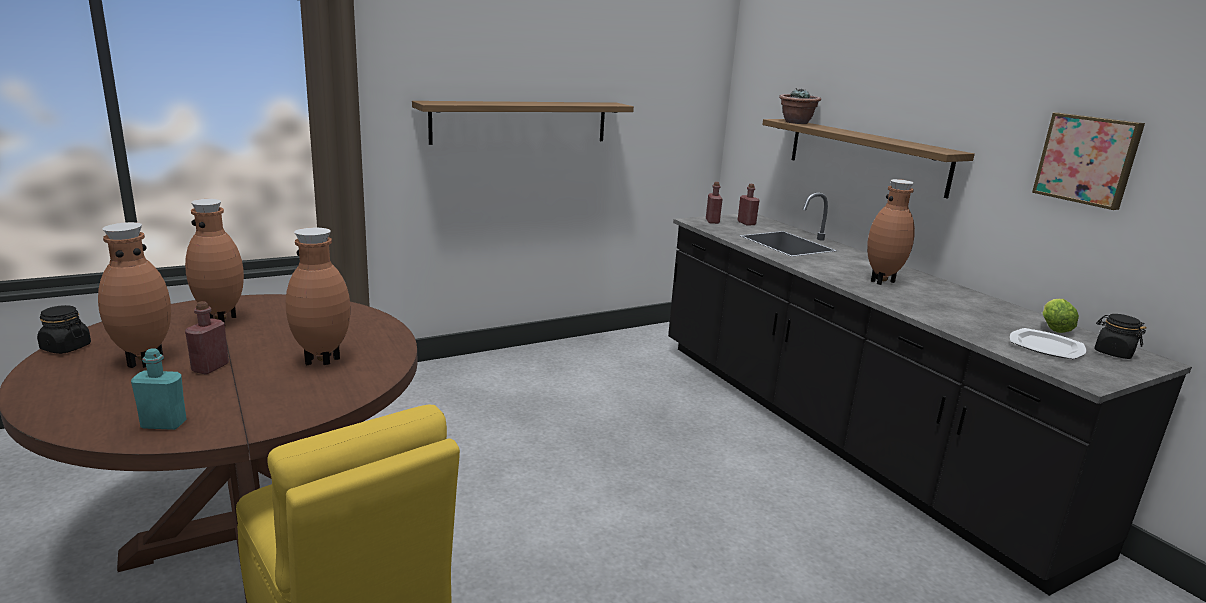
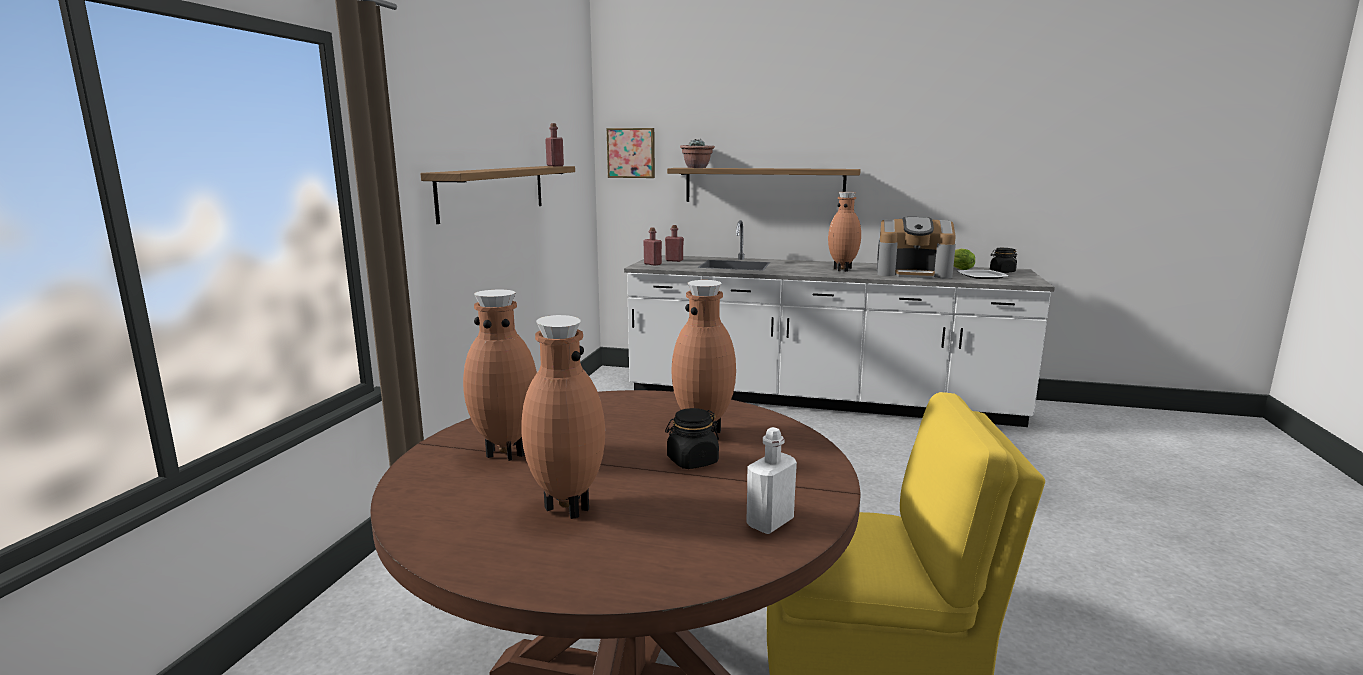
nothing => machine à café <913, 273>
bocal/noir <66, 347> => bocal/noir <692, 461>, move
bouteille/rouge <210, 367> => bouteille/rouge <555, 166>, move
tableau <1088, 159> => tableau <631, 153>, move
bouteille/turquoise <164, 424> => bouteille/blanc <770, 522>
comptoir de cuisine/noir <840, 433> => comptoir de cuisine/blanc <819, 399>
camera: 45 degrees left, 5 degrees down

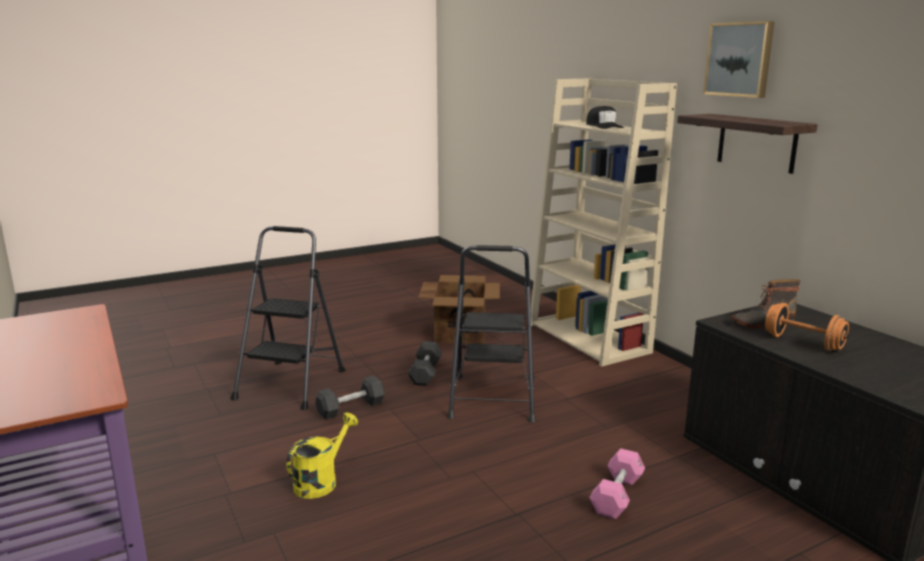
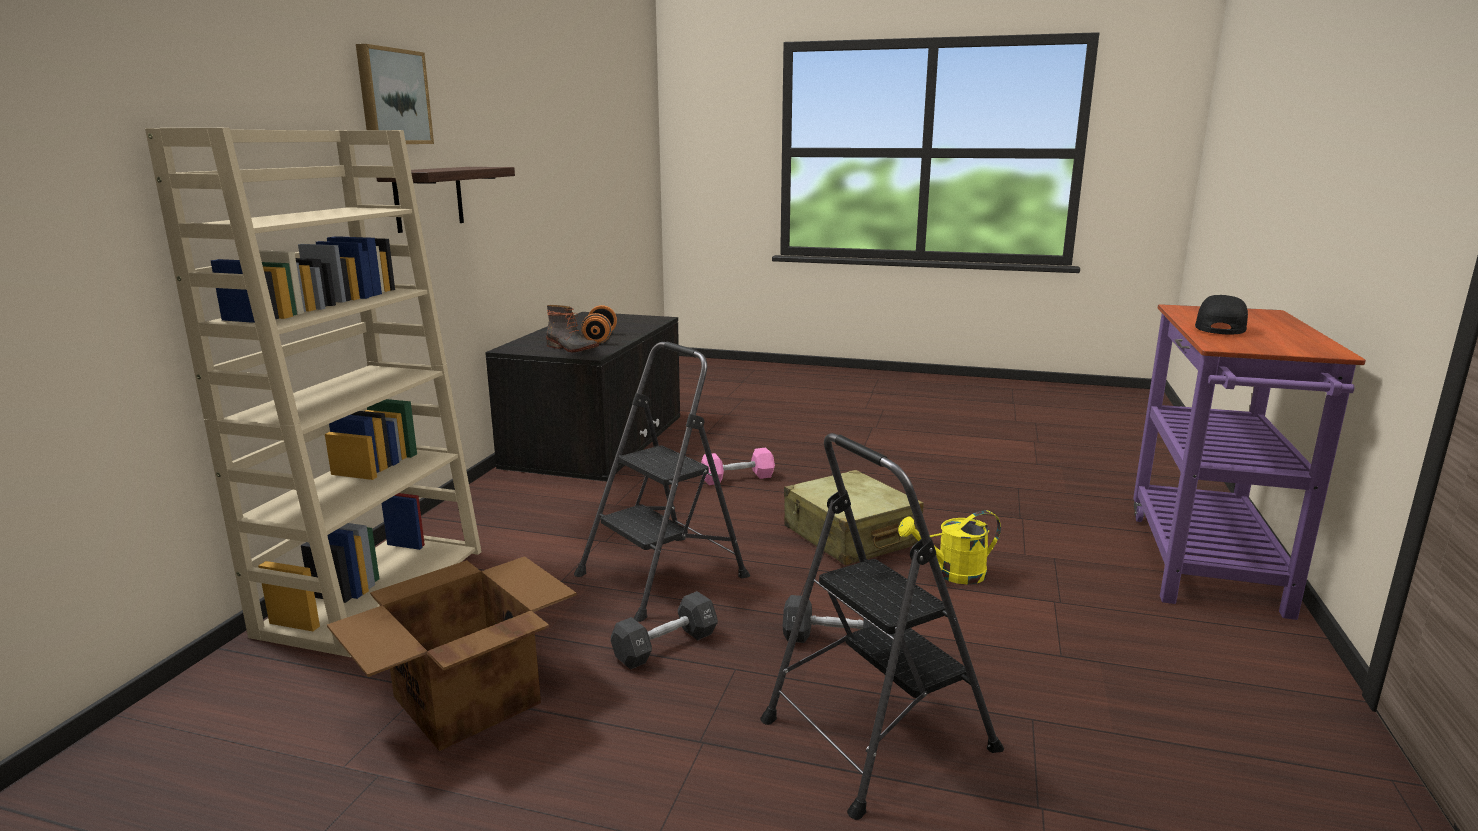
nothing => valise/beige <850, 536>
casquette/noir <604, 126> => casquette/noir <1219, 327>, move
camera: 135 degrees left, 0 degrees up

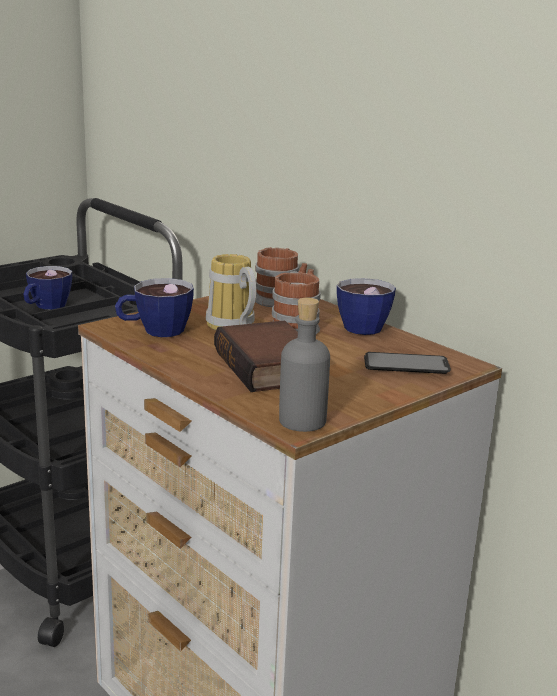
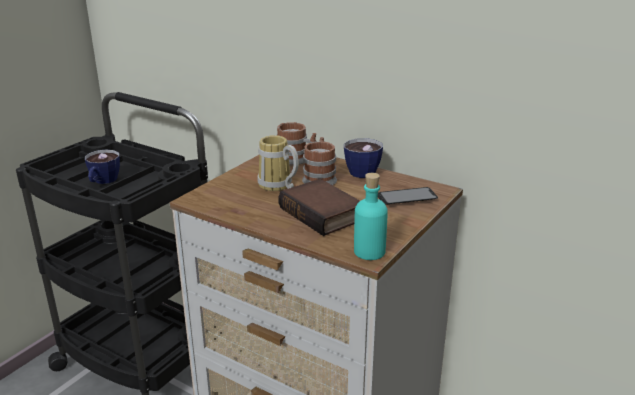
tasse <154, 331> => nothing
bouteille/gris <302, 421> => bouteille/turquoise <369, 252>
camera: 15 degrees left, 5 degrees up

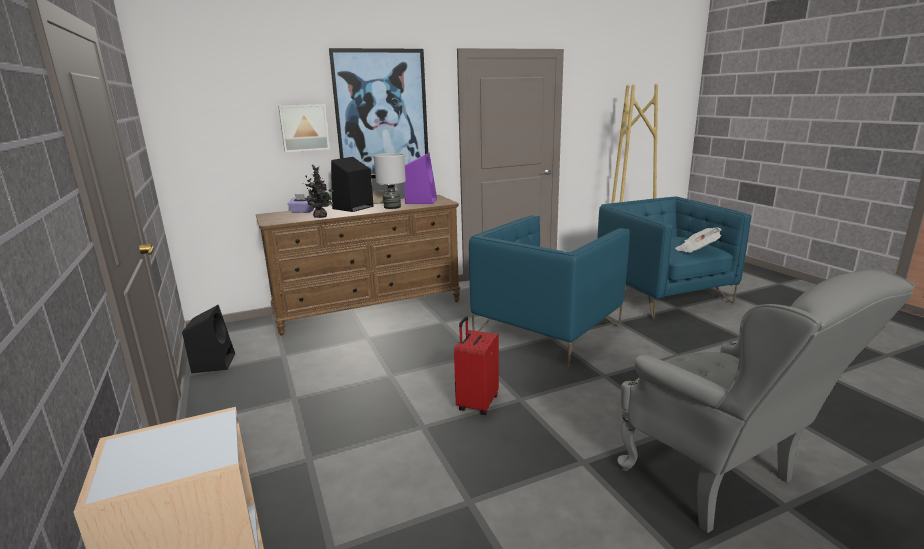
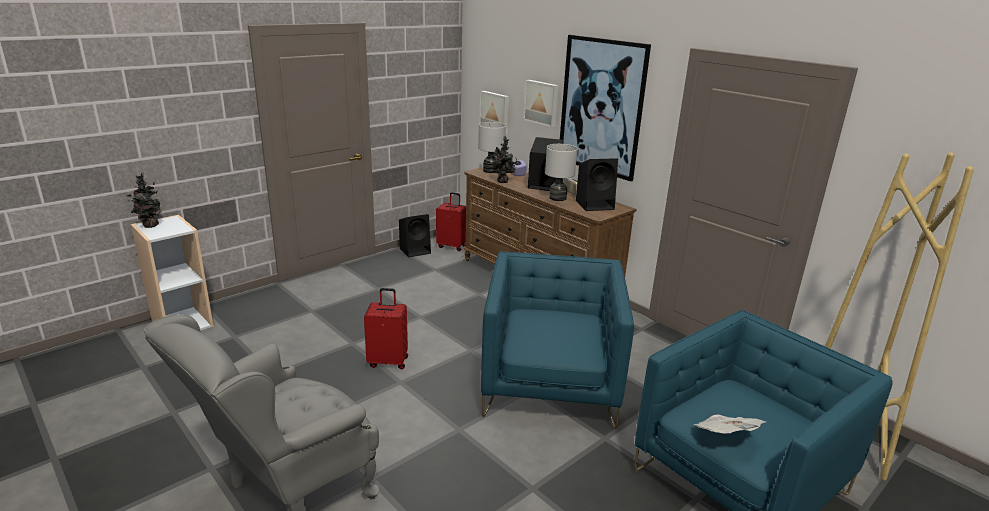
nothing => plante en pot <149, 225>
nothing => valise/rouge <452, 246>
nothing => lampe de table/gris <490, 170>
nothing => tableau <495, 112>
enceinte/violet <421, 201> => enceinte/noir <595, 205>
fauteuil/bleu <547, 329> => fauteuil/bleu <549, 385>, 75 degrees clockwise
camera: 70 degrees right, 5 degrees up

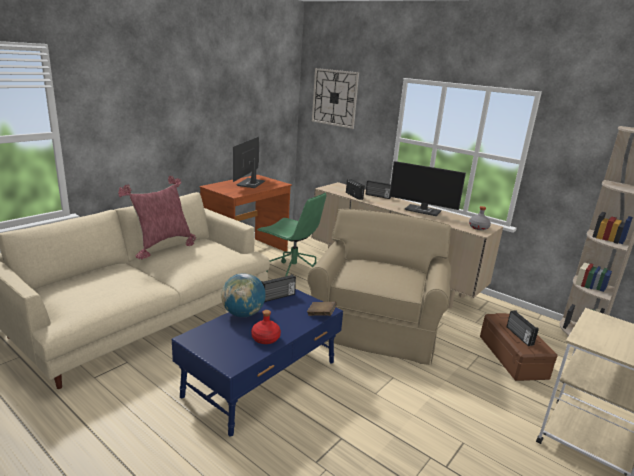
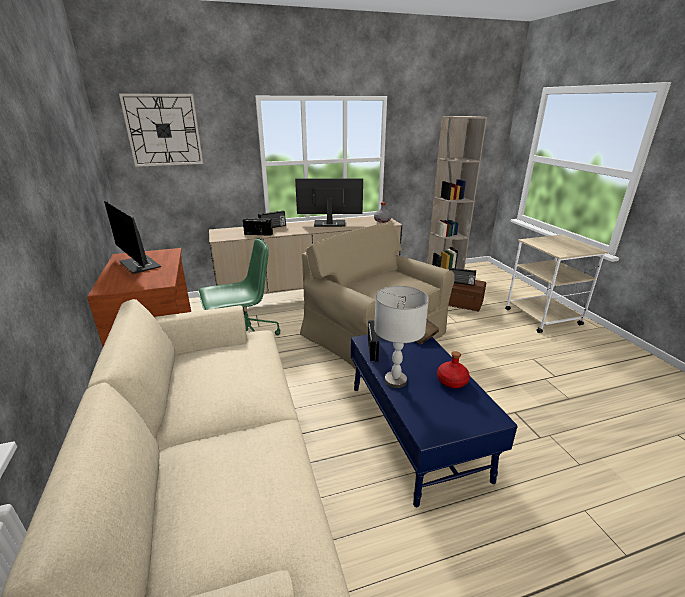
coussin/rouge <161, 249> => nothing
globe <243, 314> => lampe de table/gris <395, 381>
écran d'ordinateur <423, 210> => écran d'ordinateur <329, 224>, 150 degrees counterclockwise
camera: 55 degrees left, 5 degrees up

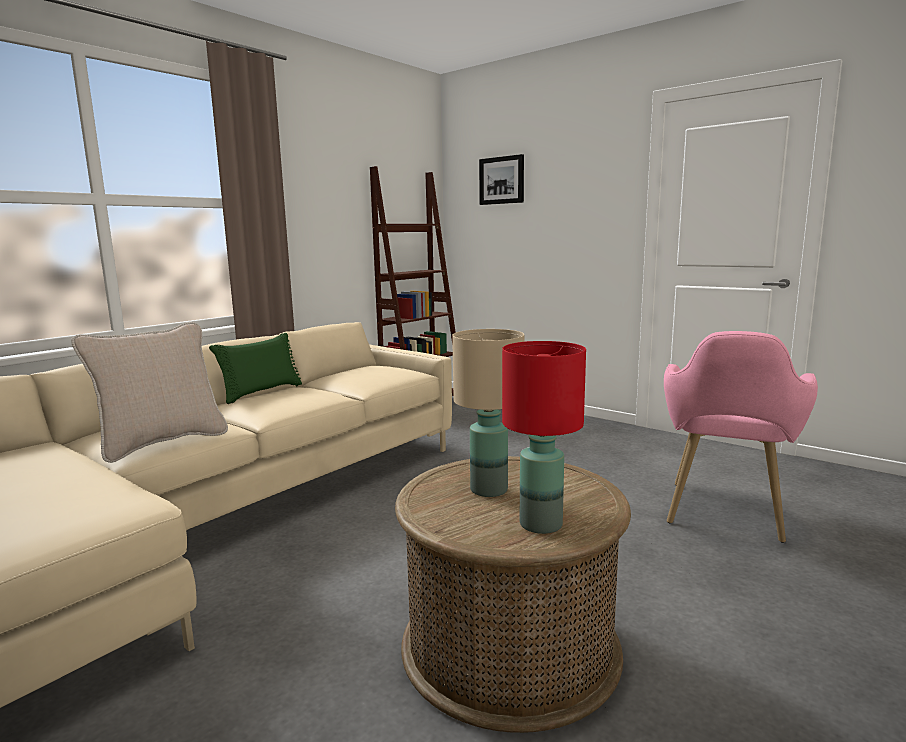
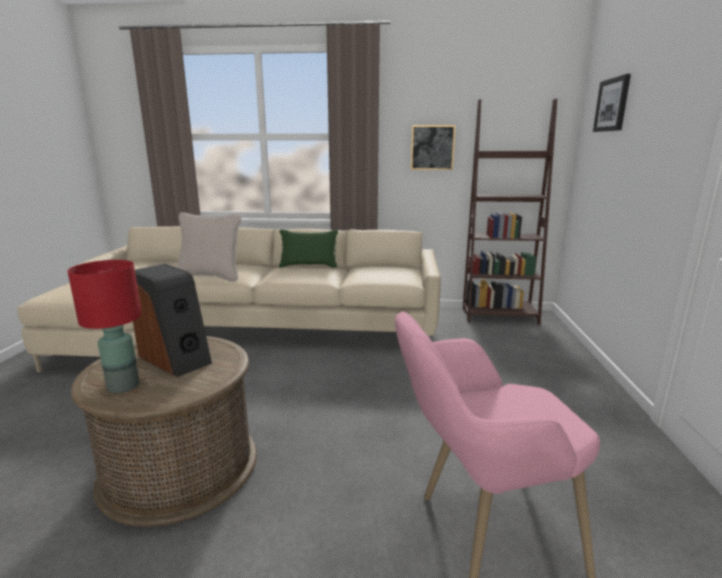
nothing => tableau <432, 147>
lampe de table/beige <488, 489> => enceinte <176, 358>
camera: 55 degrees right, 5 degrees up

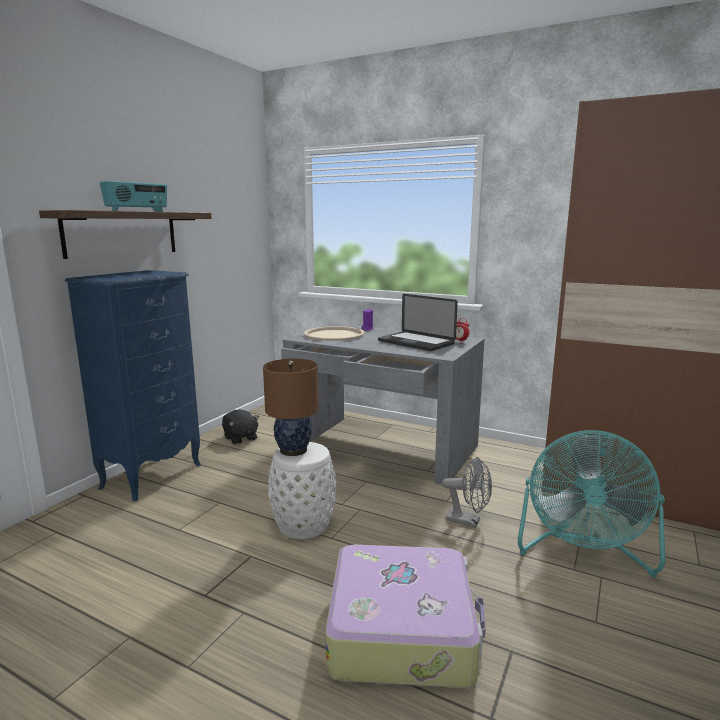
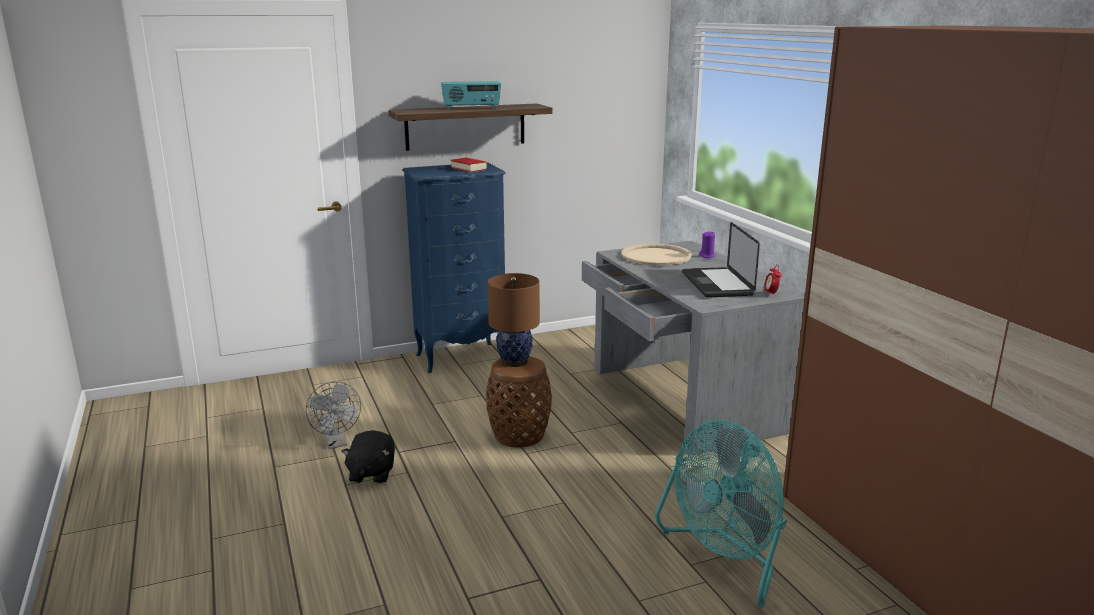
valise <402, 629> => nothing
nothing => livre <468, 169>
peluche/noir <240, 438> => peluche/noir <371, 474>, move
ventilateur/gris <468, 521> => ventilateur/gris <336, 443>, move
tabouret/blanc <303, 525> => tabouret/marron <519, 435>
camera: 40 degrees right, 5 degrees up

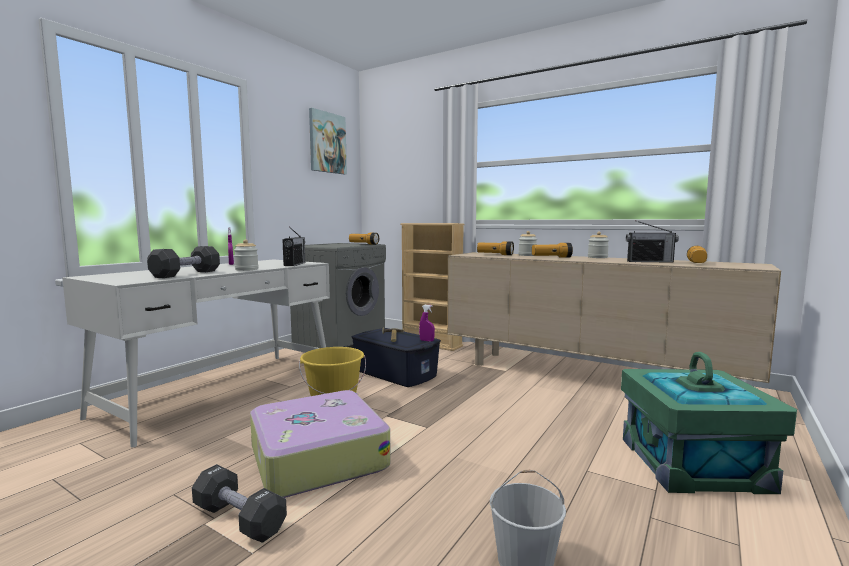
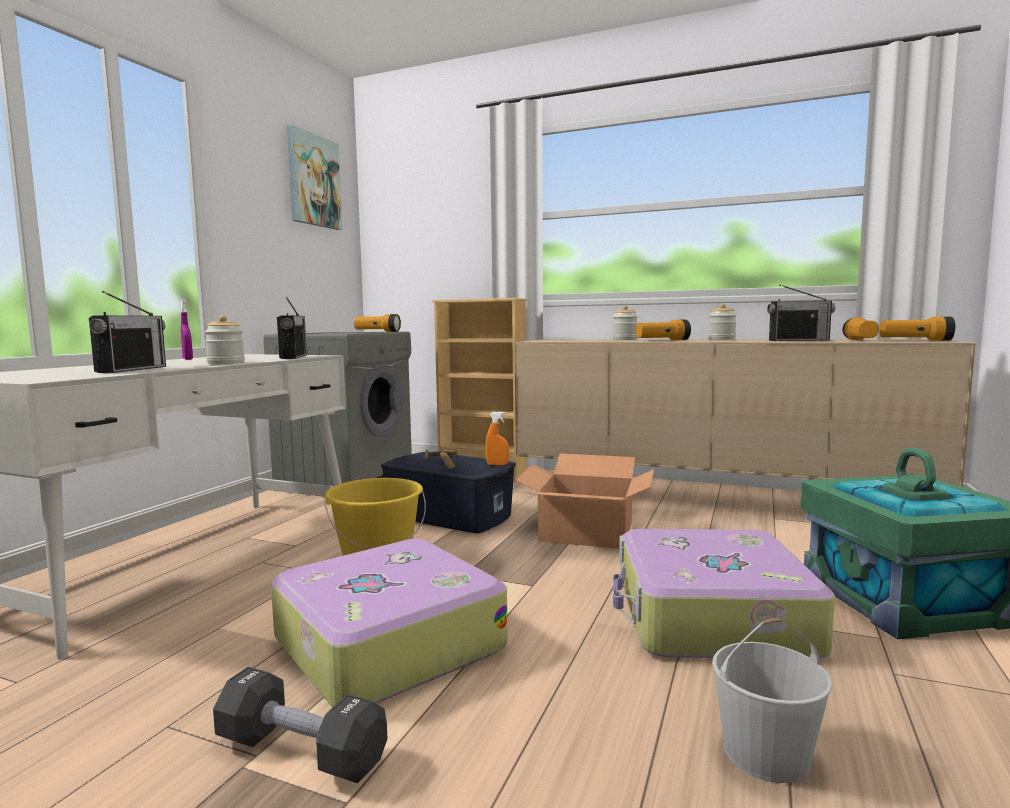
nothing => carton <586, 532>
nothing => valise <710, 618>
lampe de poche <495, 254> => lampe de poche <915, 340>, move
haltère/noir <186, 274> => radio <132, 370>
vaporisateur/violet <426, 340> => vaporisateur/orange <497, 464>
camera: 10 degrees left, 0 degrees up

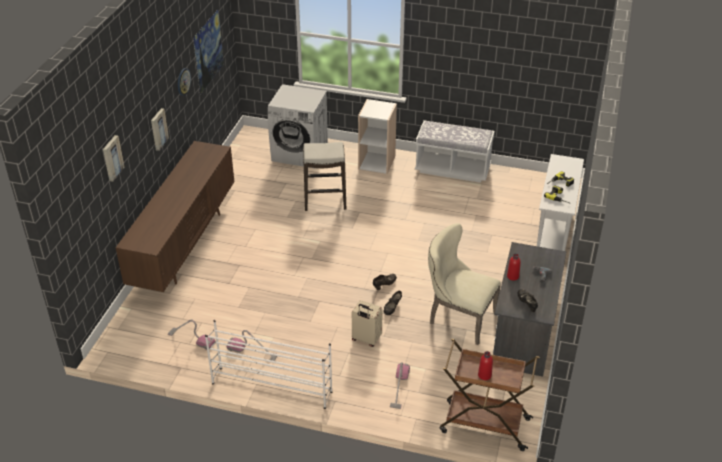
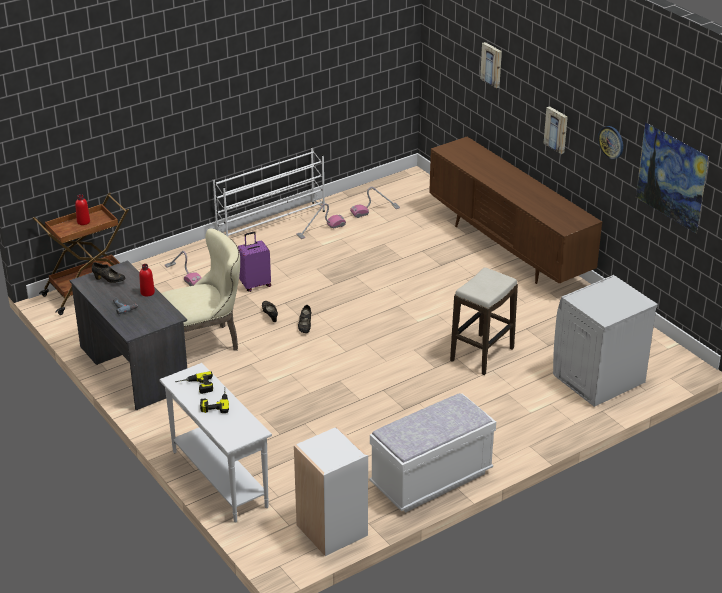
bibliothèque <377, 162> => bibliothèque <331, 530>, move
valise/beige <366, 339> => valise/violet <255, 284>
camera: 130 degrees right, 5 degrees down

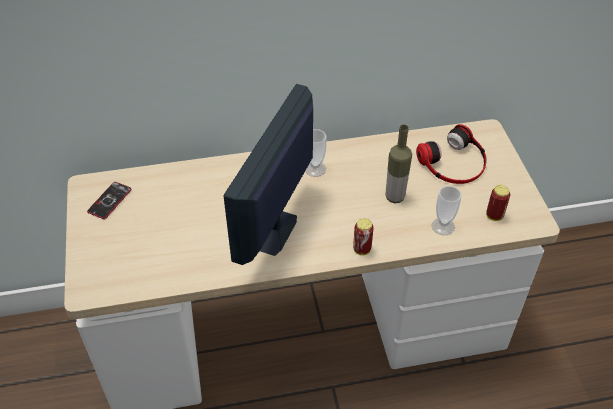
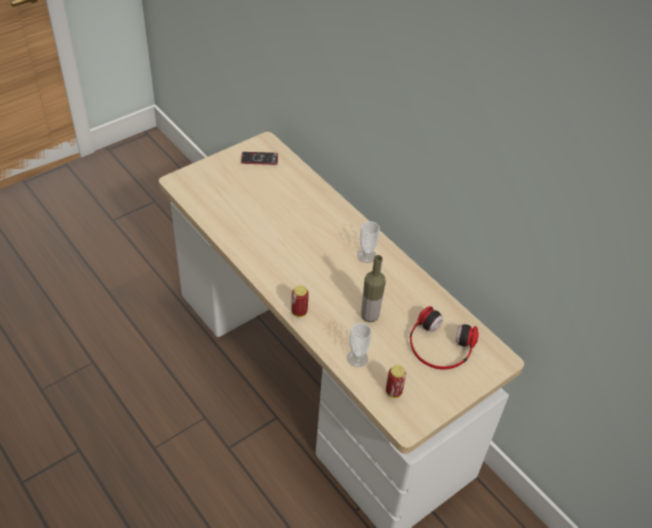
écran d'ordinateur <273, 232> => nothing
camera: 60 degrees right, 0 degrees up

